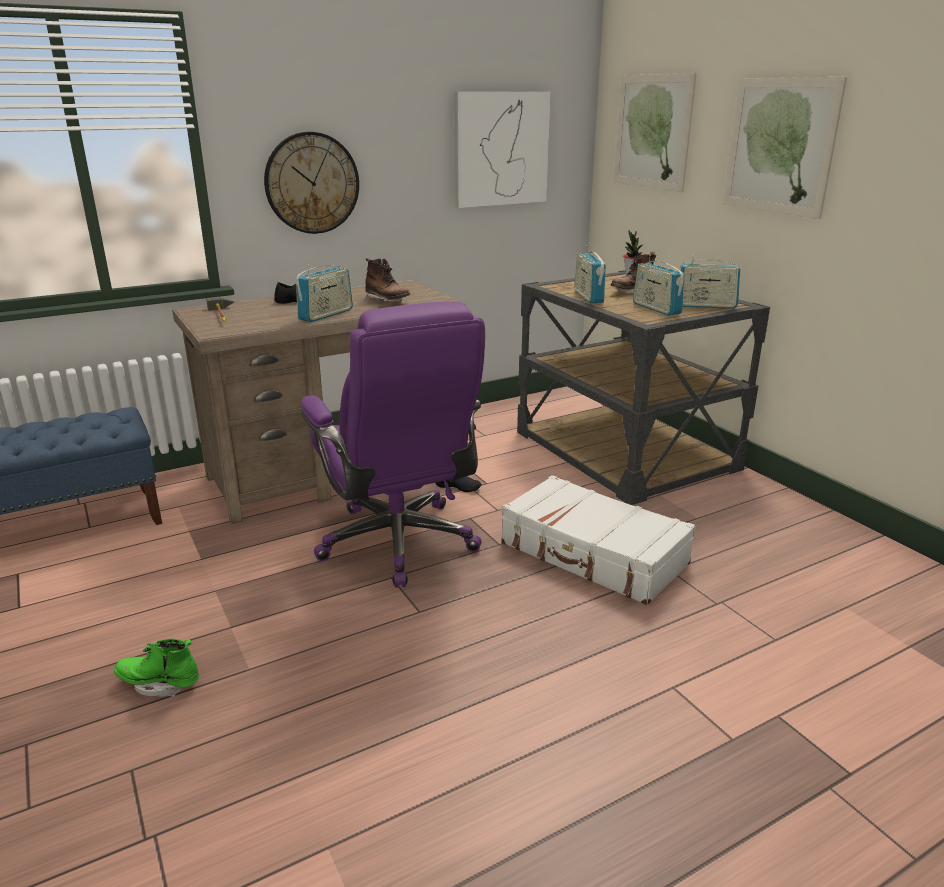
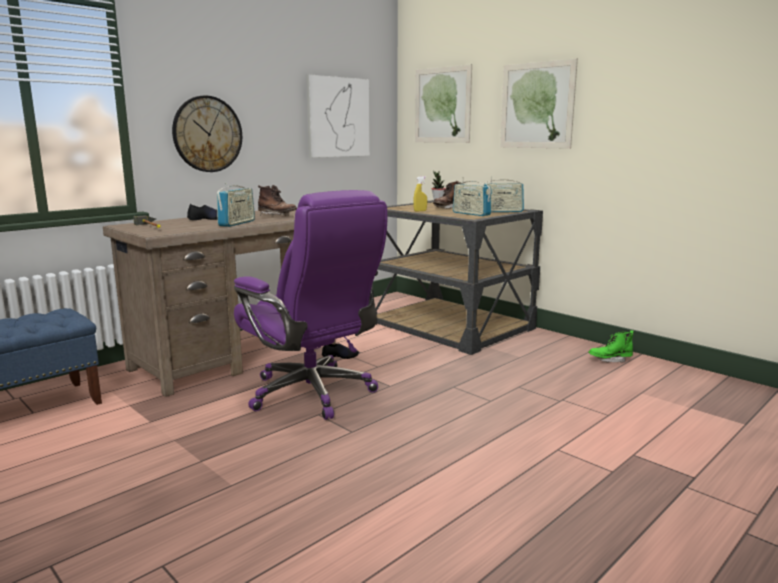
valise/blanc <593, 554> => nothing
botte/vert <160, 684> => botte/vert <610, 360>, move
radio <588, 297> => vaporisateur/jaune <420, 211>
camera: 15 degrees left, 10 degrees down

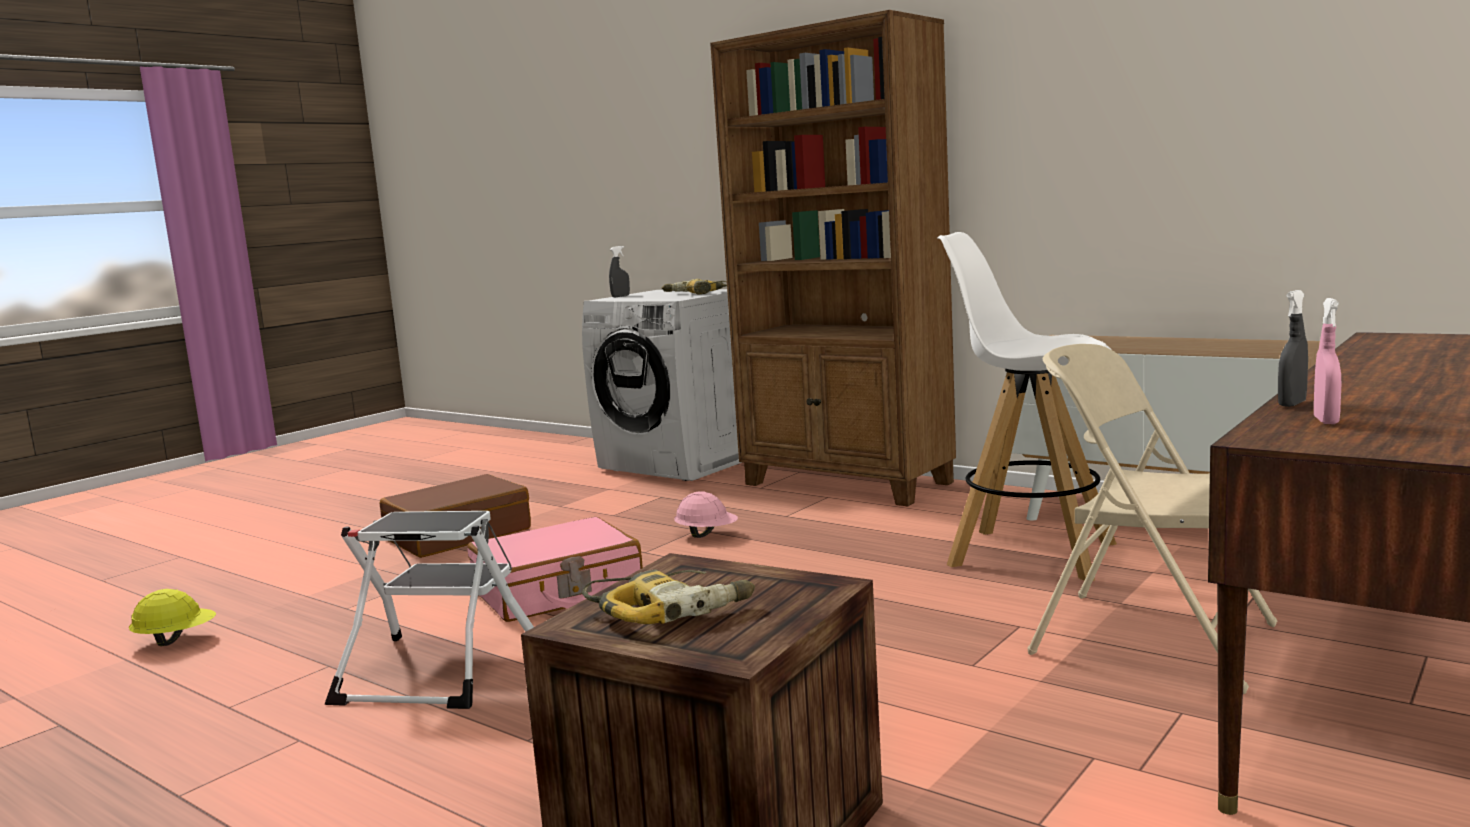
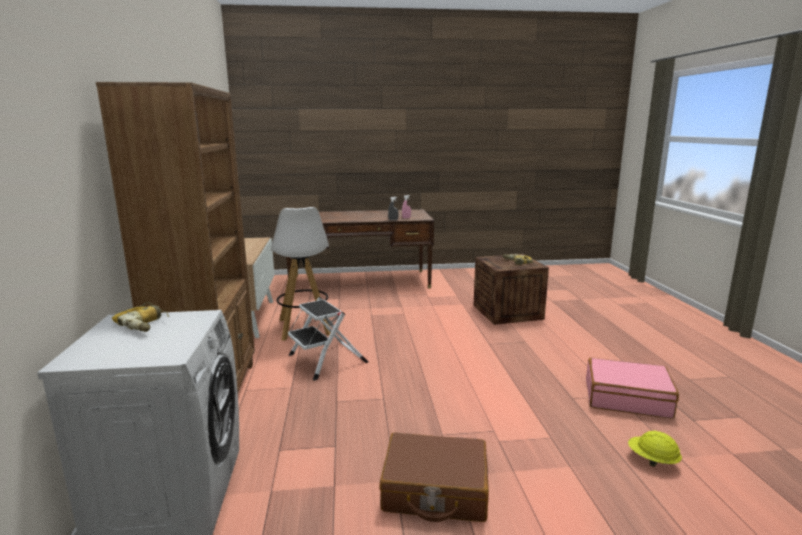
vaporisateur/gris <620, 296> => nothing
casque de chantier/rose <707, 535> => nothing
chaise/beige <1153, 638> => nothing
escabeau <437, 667> => escabeau <327, 360>, move
valise/rose <558, 592> => valise/rose <627, 398>, move
camera: 135 degrees left, 5 degrees up

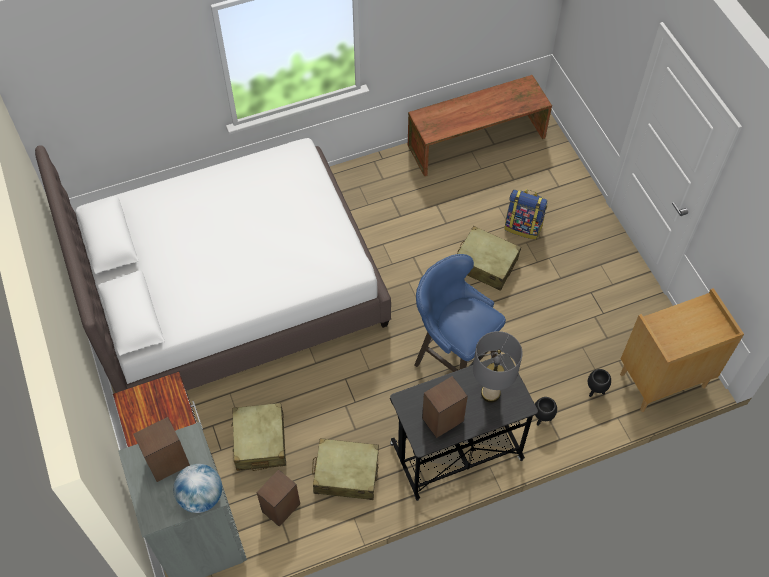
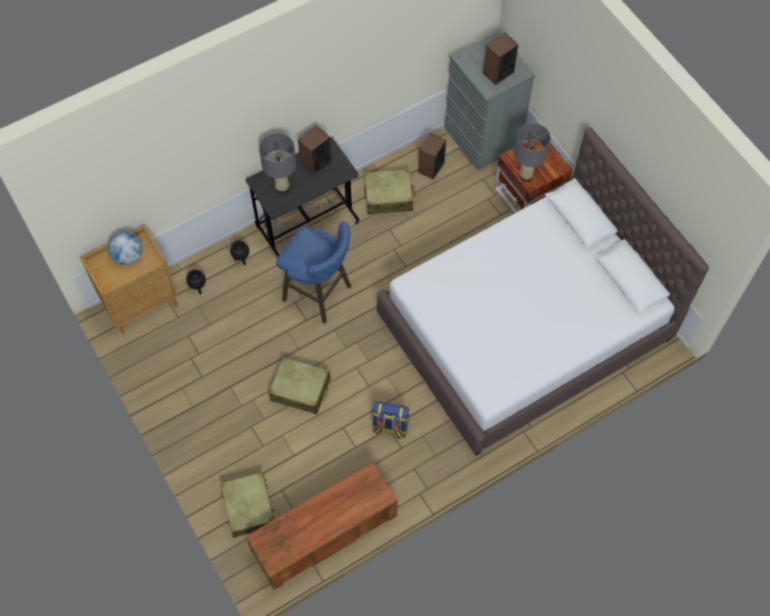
nothing => lampe de table/gris <526, 175>
globe <201, 497> => globe <128, 256>, move
valise/beige <260, 442> => valise/beige <249, 507>, move
sac à dos <523, 227> => sac à dos <390, 427>, move
camera: 170 degrees right, 5 degrees up

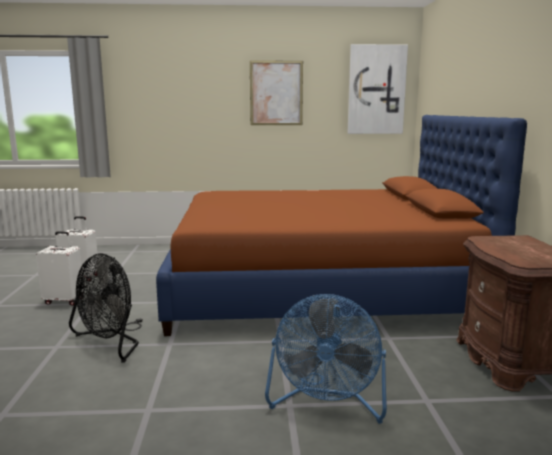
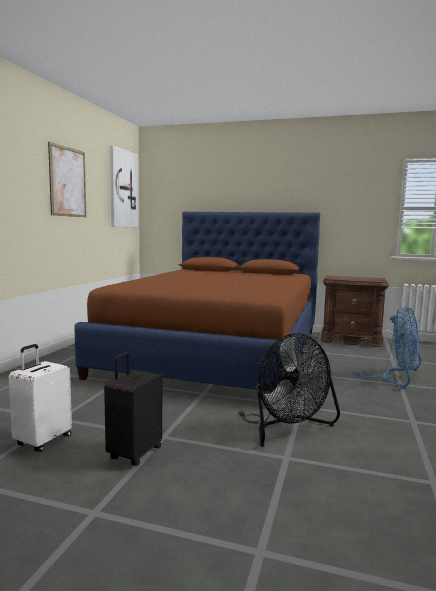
valise/blanc <64, 300> => valise/noir <134, 453>
camera: 70 degrees left, 5 degrees down

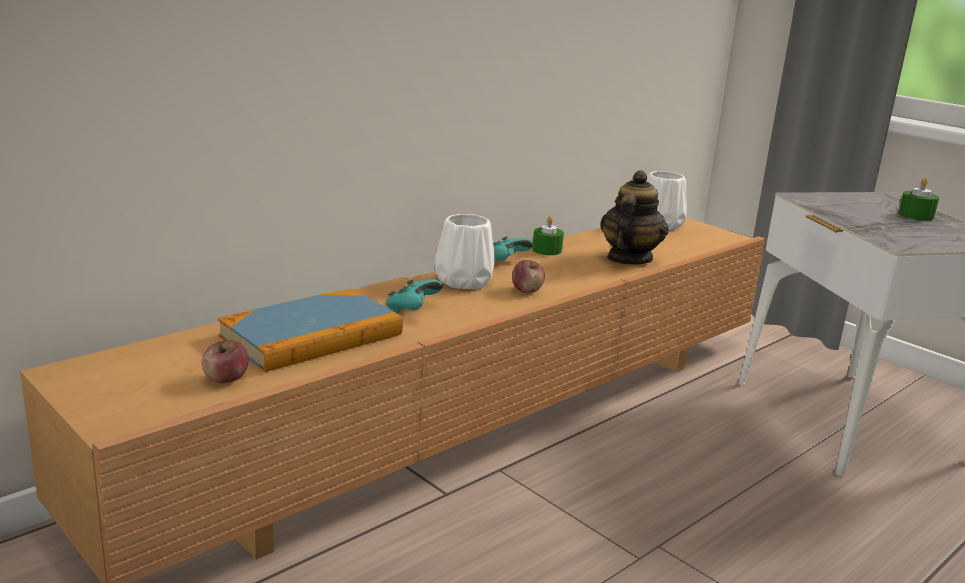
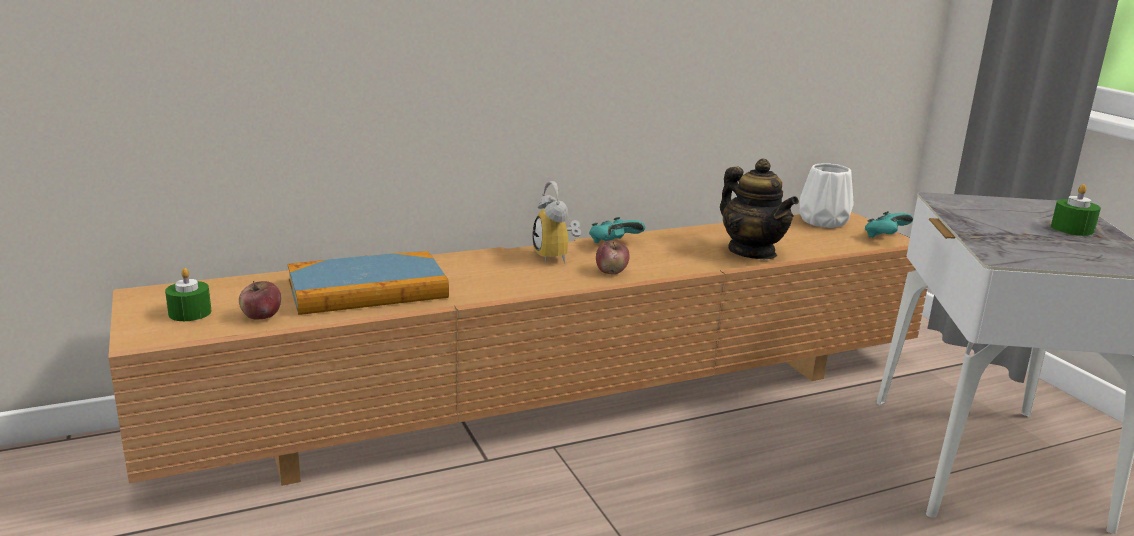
manette/turquoise <412, 310> => manette/turquoise <885, 236>, move
bougie/vert <547, 250> => bougie/vert <190, 313>, move
vase/blanc <465, 281> => réveil <557, 257>
théière <629, 259> => théière <752, 252>, 105 degrees clockwise
camera: 20 degrees right, 0 degrees up

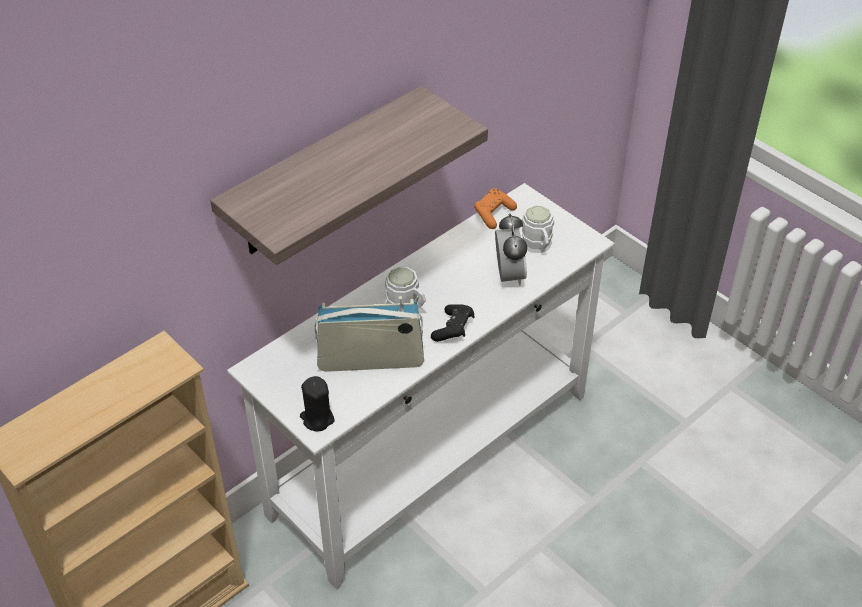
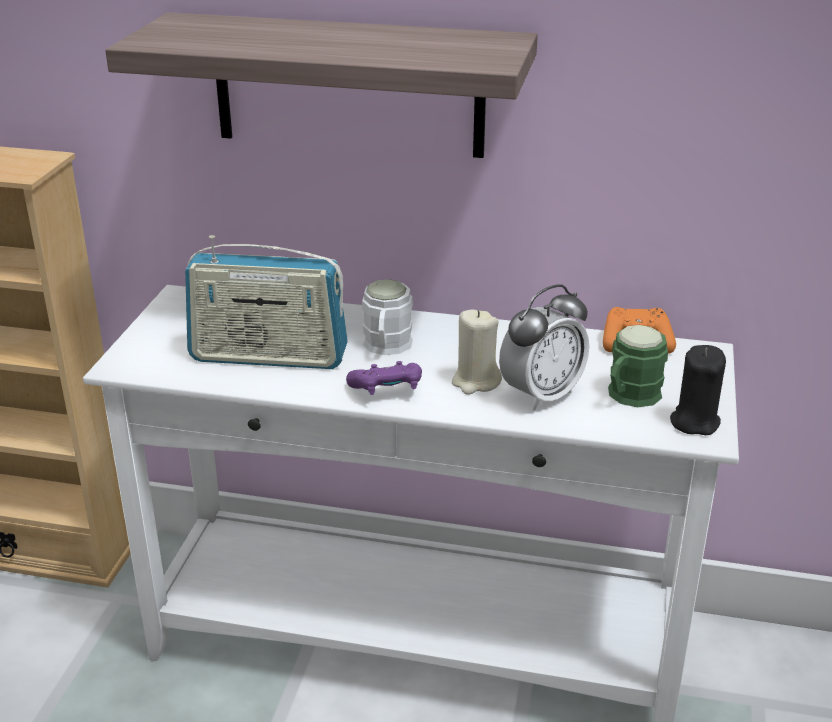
nothing => bougie/beige <475, 382>
bougie/noir <317, 418> => bougie/noir <694, 422>, move
manette/noir <453, 329> => manette/violet <387, 391>
mug/blanc <538, 246> => mug/vert <629, 397>
radio <370, 360> => radio <268, 356>, 135 degrees clockwise
camera: 55 degrees right, 15 degrees down

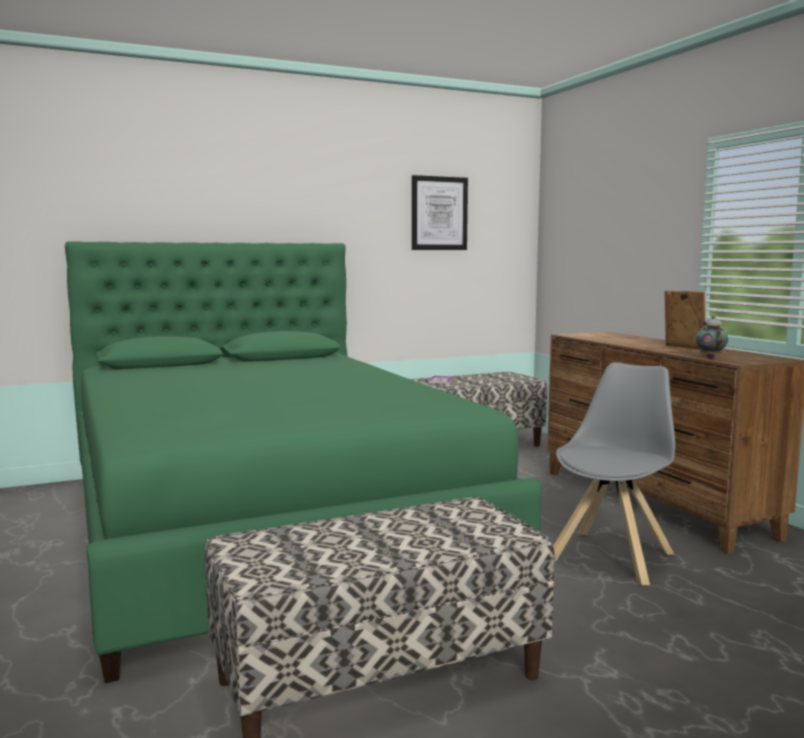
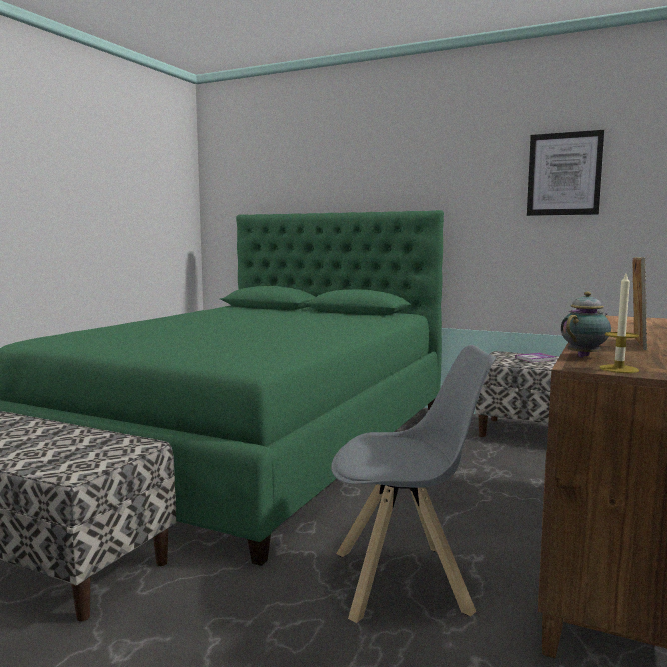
nothing => bougie <618, 369>
camera: 50 degrees right, 0 degrees up

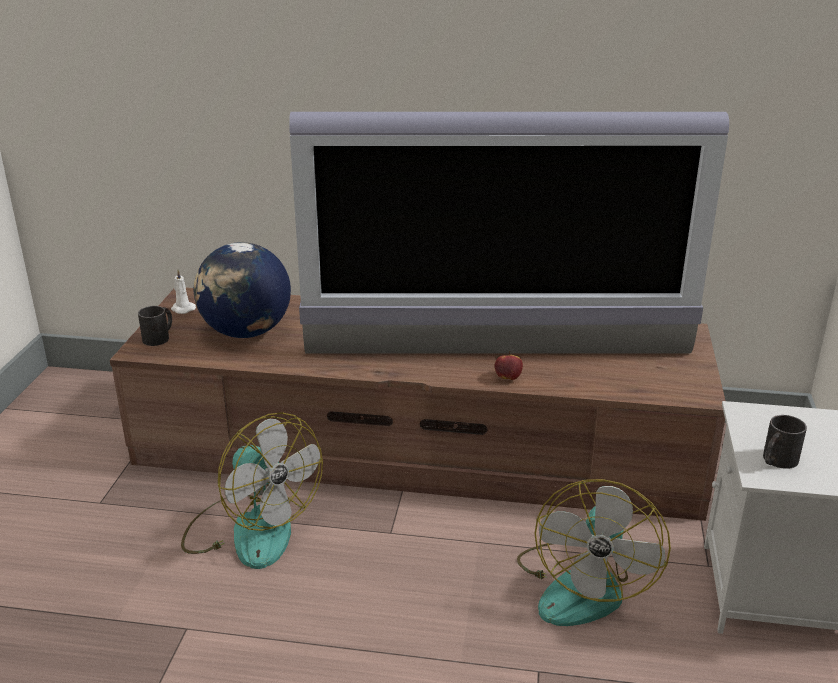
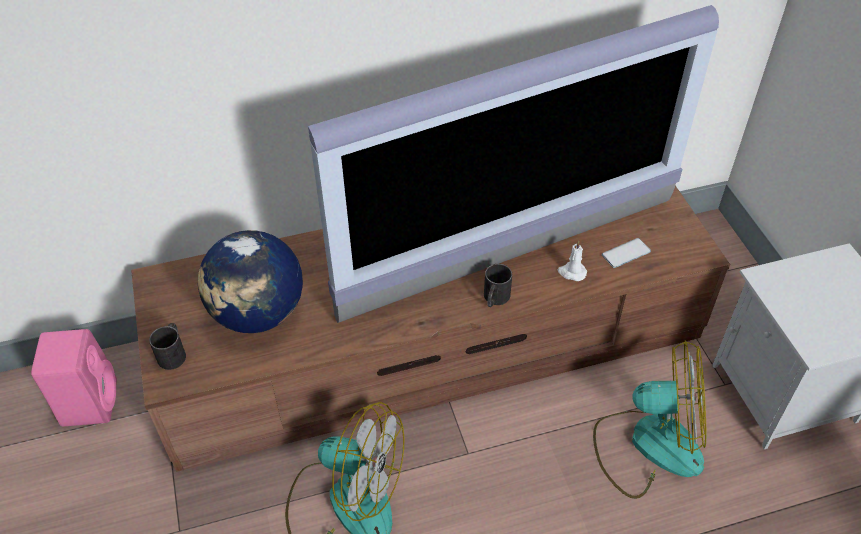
pomme <508, 378> => nothing
nothing => enceinte/rose <89, 401>
nothing => téléphone <626, 253>
bougie/blanc <182, 309> => bougie/blanc <571, 272>, move
mug/noir <776, 461> => mug/noir <494, 299>, move
ventilateur <583, 585> => ventilateur <648, 444>, 75 degrees counterclockwise
camera: 25 degrees left, 20 degrees up

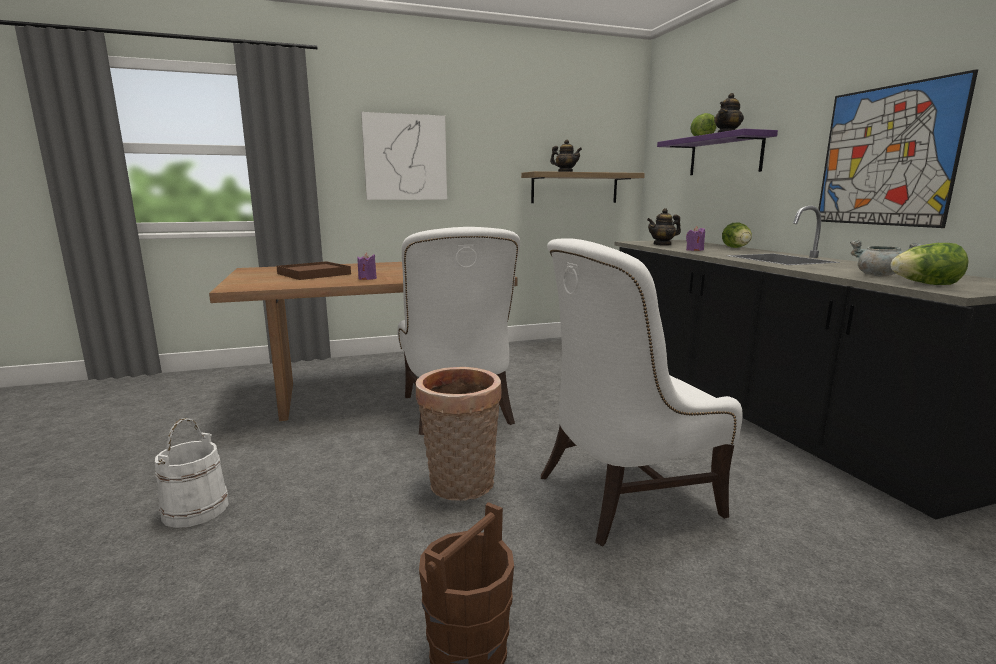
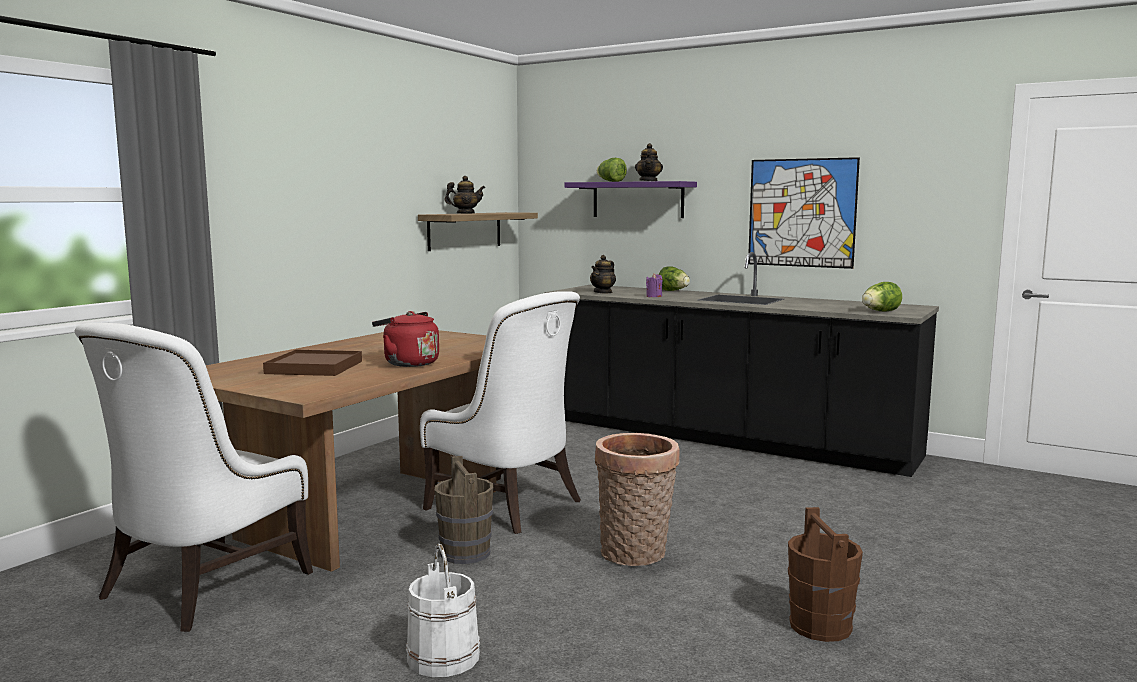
tableau <405, 157> => nothing
marmite/gris <879, 275> => nothing
nothing => seau/marron <465, 553>
chaise/blanc <623, 494> => chaise/blanc <203, 585>, move
bougie/violet <367, 279> => bouilloire/rouge <408, 363>
camera: 40 degrees left, 5 degrees down

